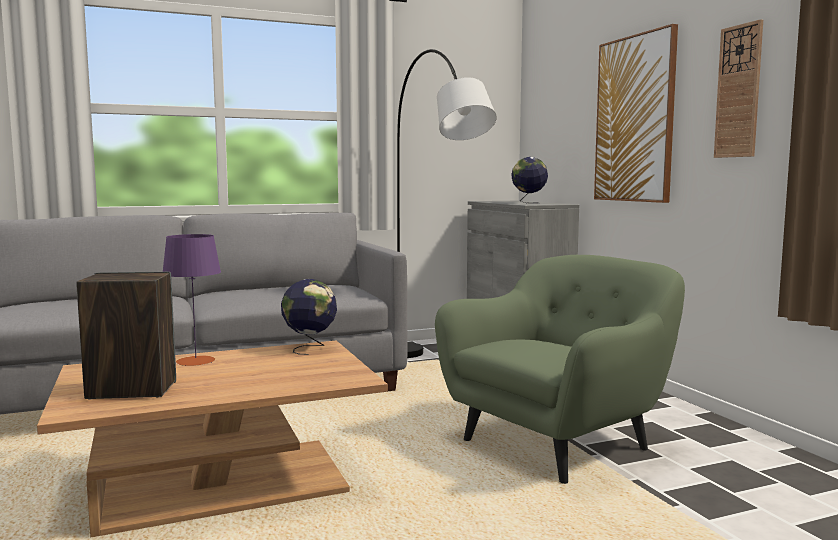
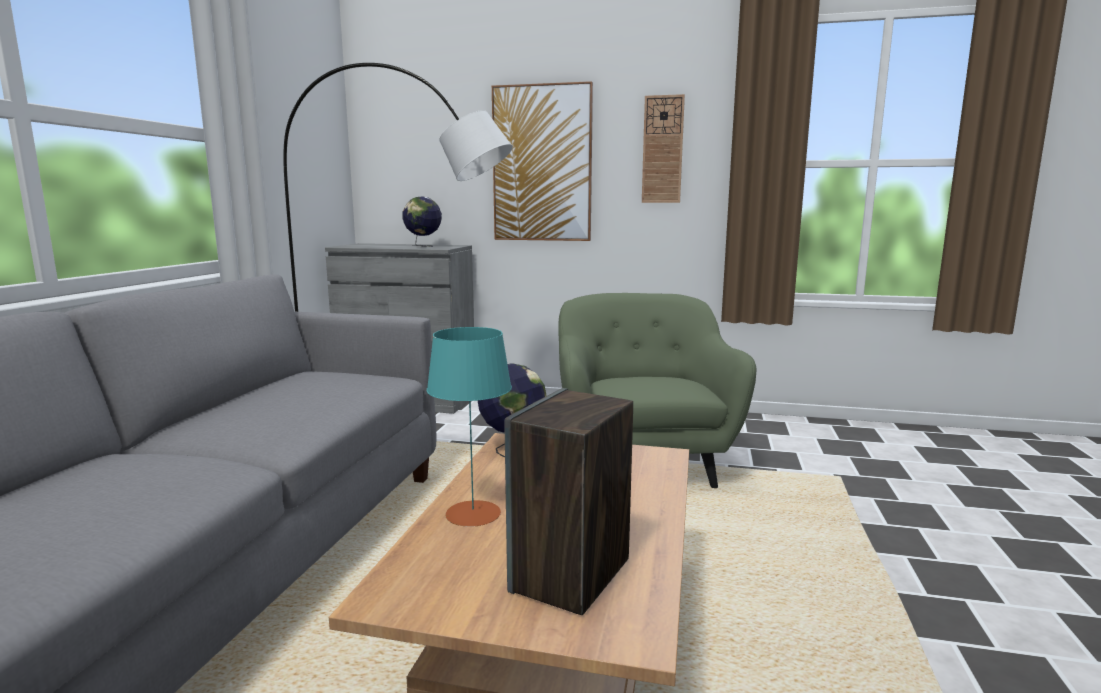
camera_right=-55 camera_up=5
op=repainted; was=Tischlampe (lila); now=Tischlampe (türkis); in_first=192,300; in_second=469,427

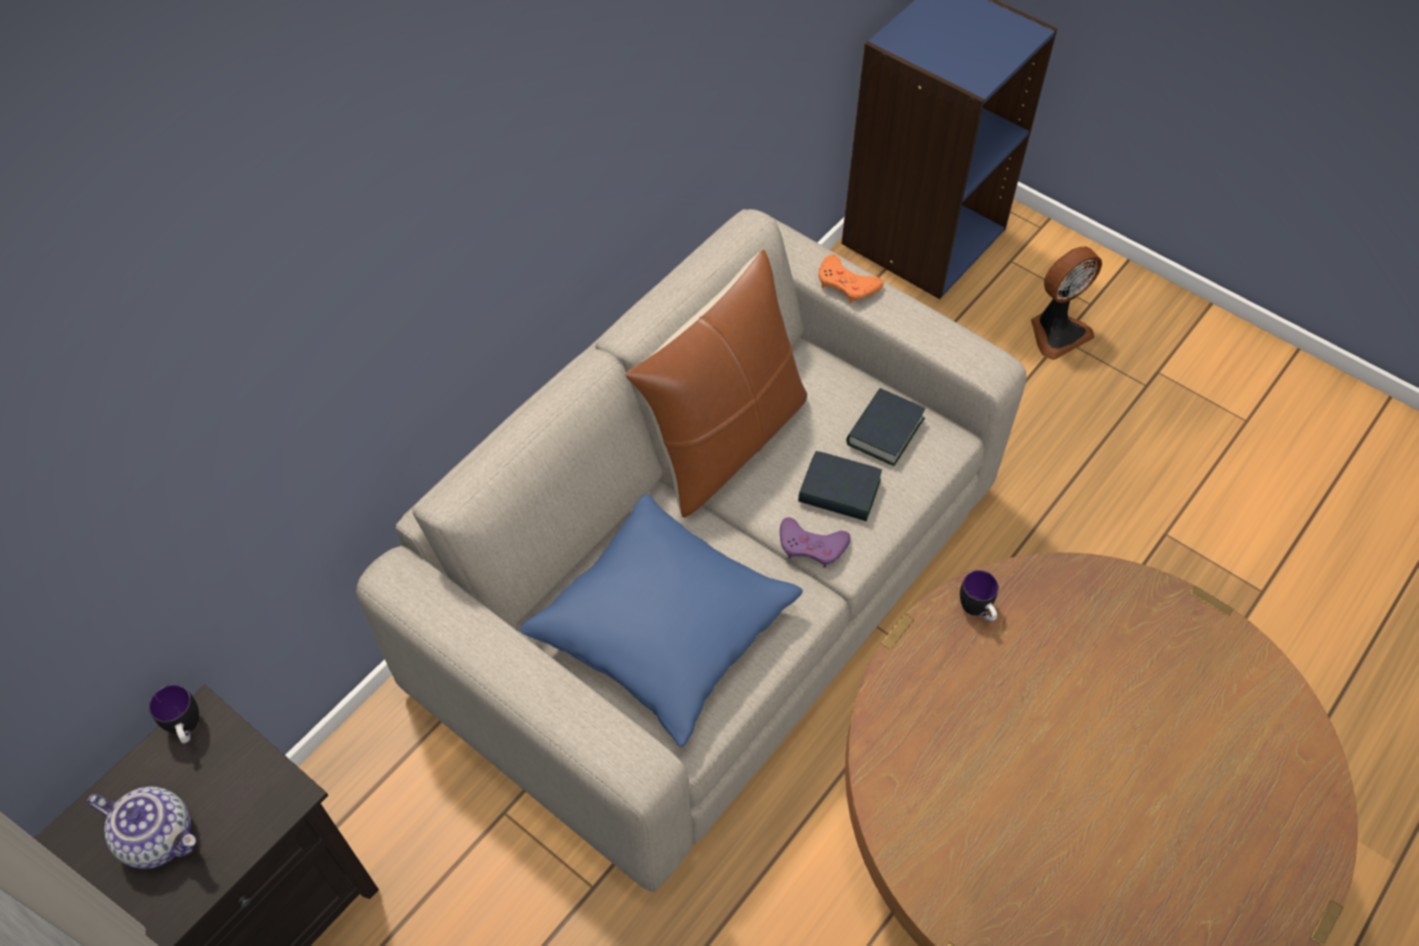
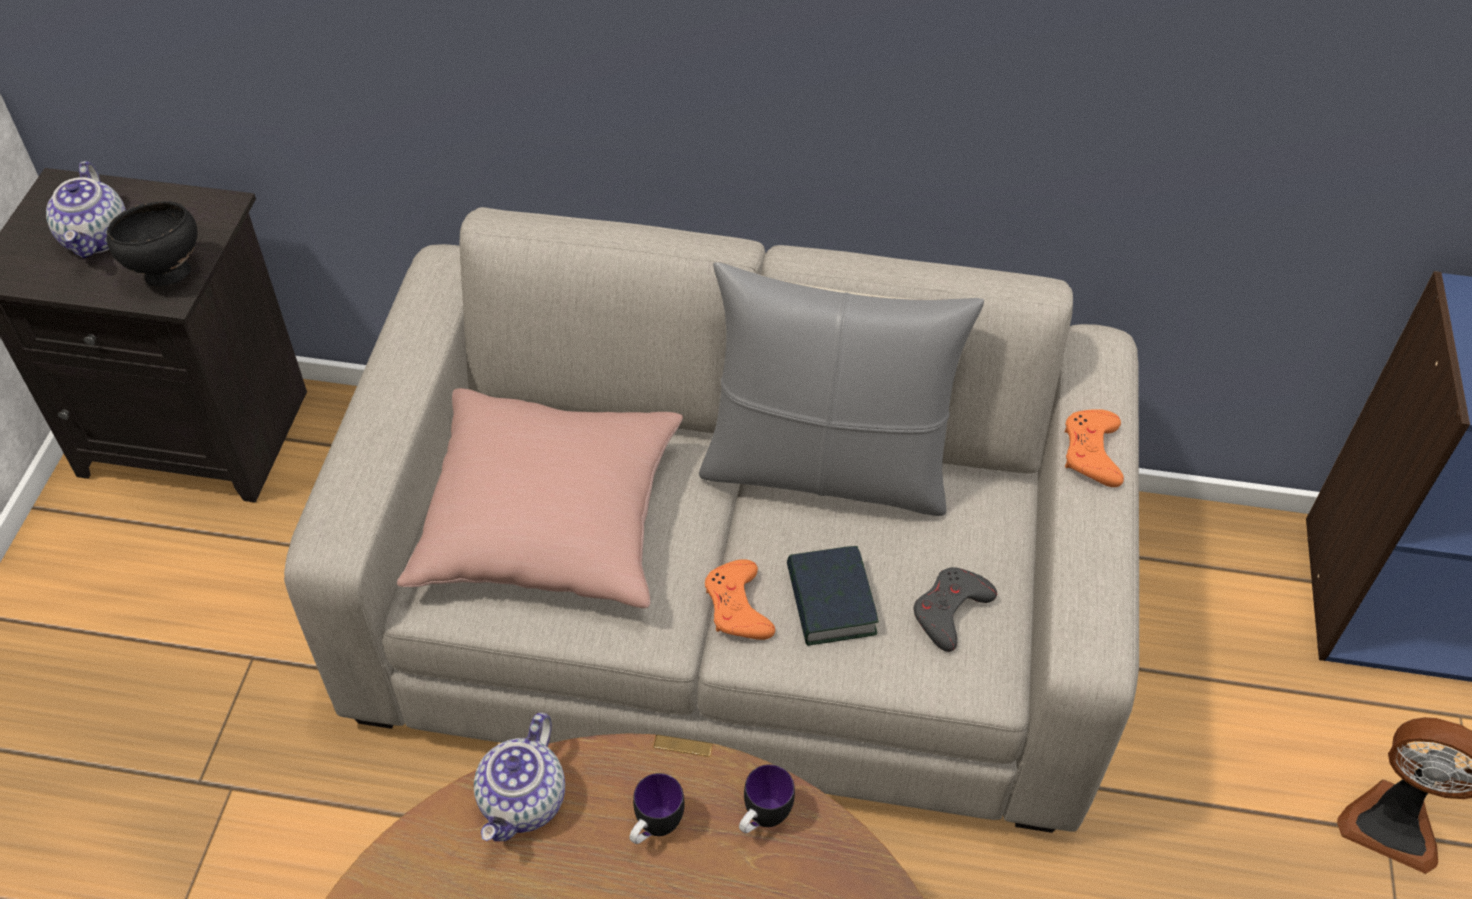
camera_right=60 camera_up=-5
op=repainted; was=Kissen (braun); now=Kissen (grau); in_first=716,383; in_second=841,389
op=swapped; was=Buch; now=Gamepad (grau); in_first=885,427; in_second=955,609
op=repainted; was=Kissen (blau); now=Kissen (rosa); in_first=661,620; in_second=540,498
op=repainted; was=Gamepad (lila); now=Gamepad (orange); in_first=815,542; in_second=740,600
op=shifted; was=Henkelbecher; in_first=174,714; in_second=657,808
op=new; now=Schüssel (schwarz); in_second=152,243
op=new; now=Teekanne; in_second=519,777

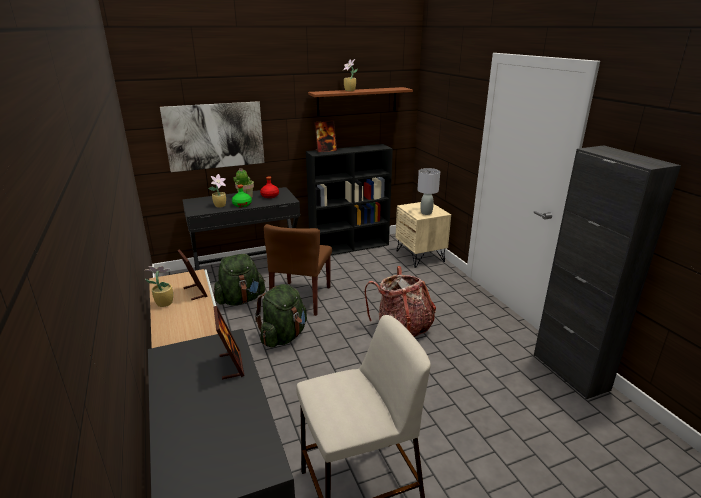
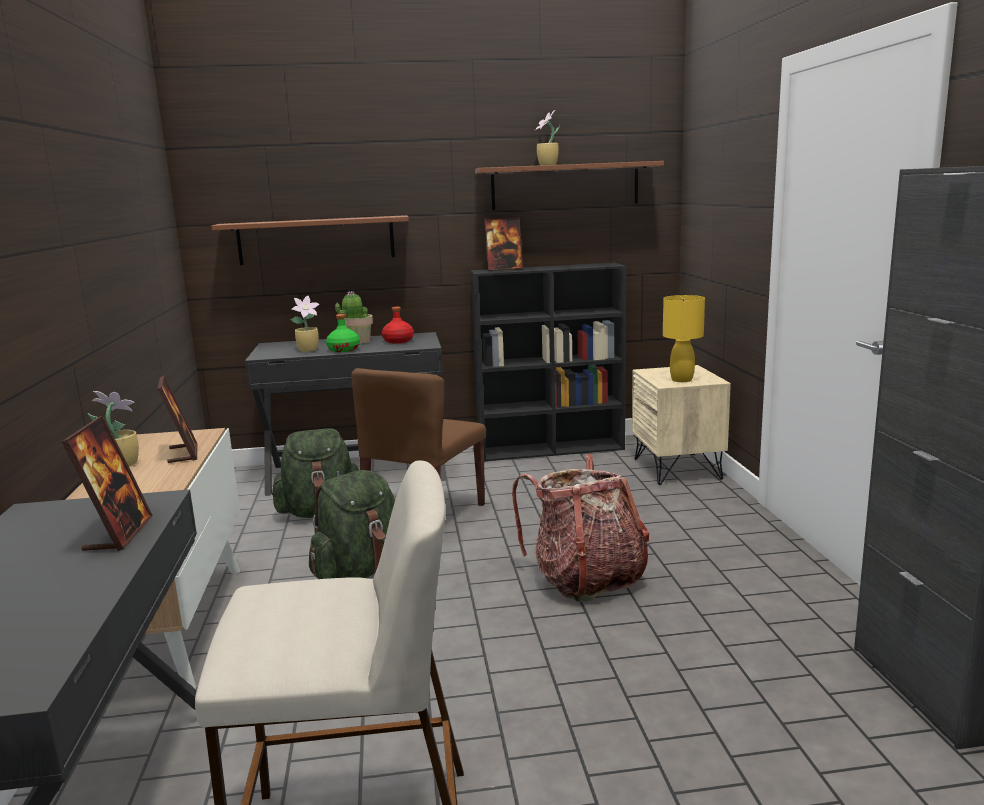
camera_right=15 camera_up=-10
op=swapped; was=Bild; now=Wandregal (braun); in_first=212,136; in_second=310,240
op=repainted; was=Tischlampe (grau); now=Tischlampe (gelb); in_first=428,191; in_second=684,338

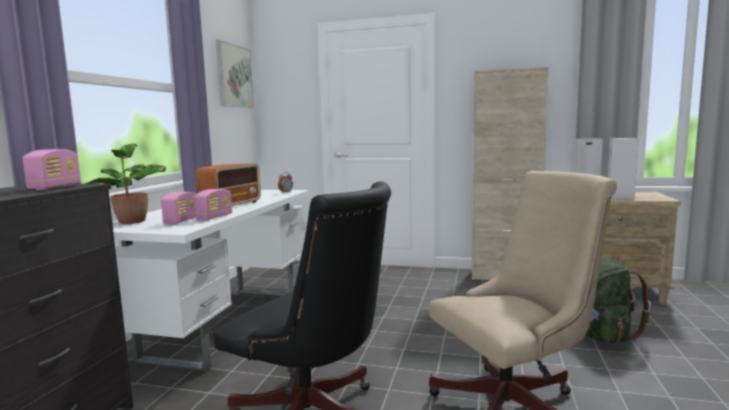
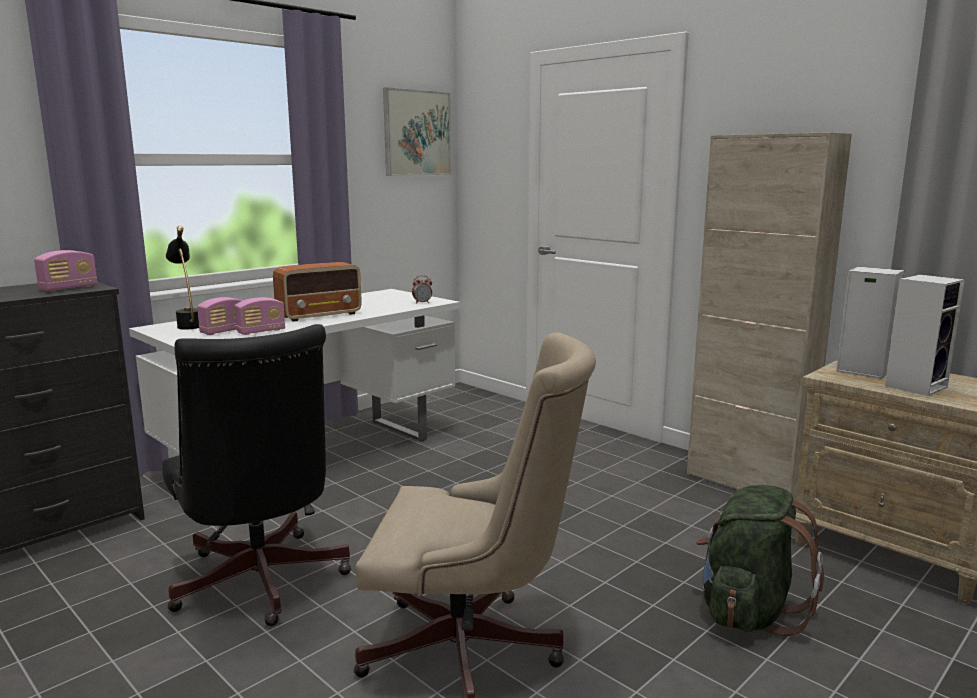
camera_right=30 camera_up=5
op=swapped; was=Topfpflanze; now=Tischlampe (schwarz); in_first=125,184; in_second=182,277

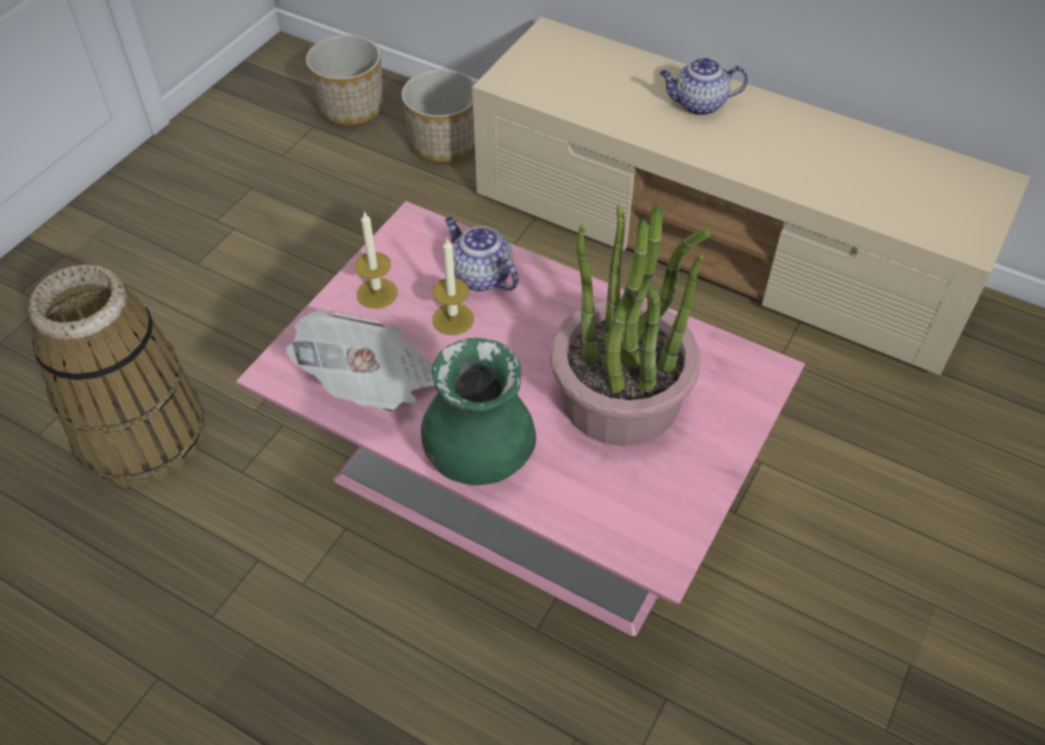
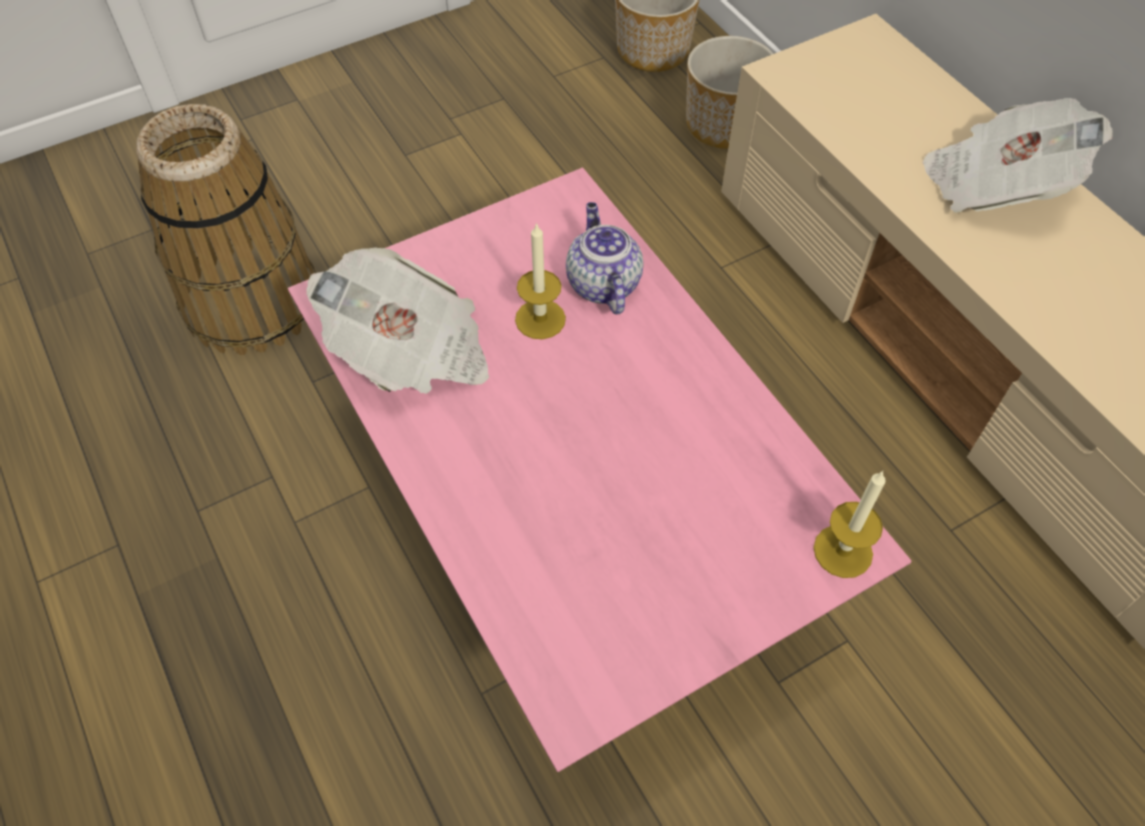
camera_right=30 camera_up=5
op=swapped; was=Teekanne; now=Zeitung; in_first=704,86; in_second=1017,155
op=gone; was=Topfpflanze; in_first=630,325
op=shifted; was=Kerze; in_first=376,260; in_second=849,524
op=gone; was=Vase (grün); in_first=478,411

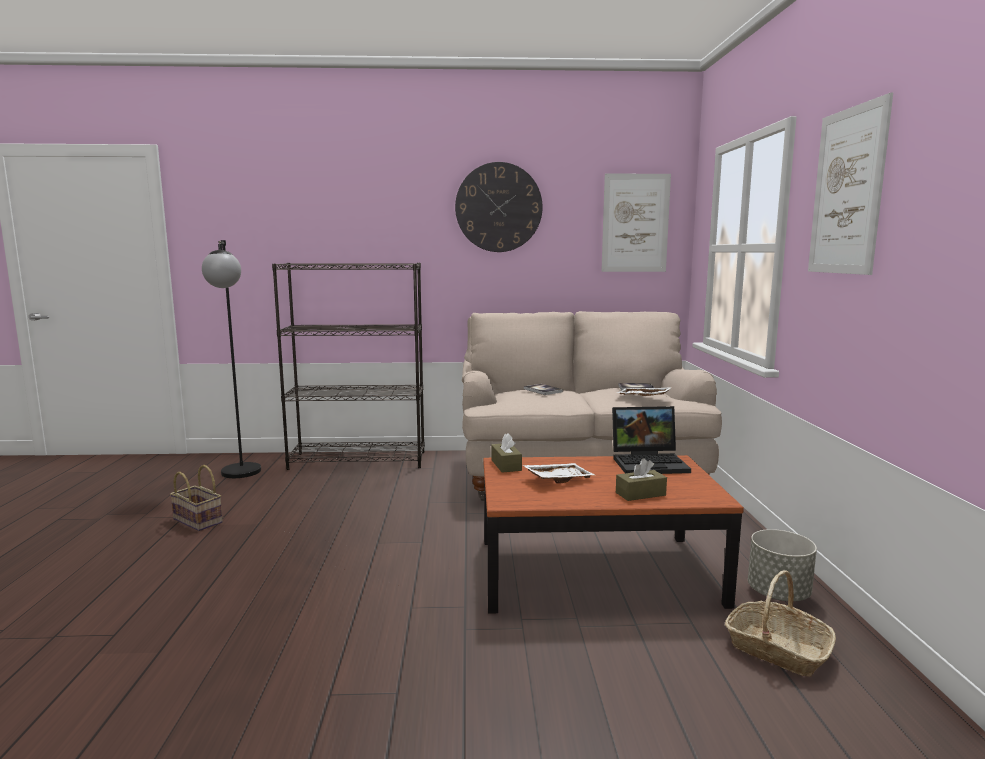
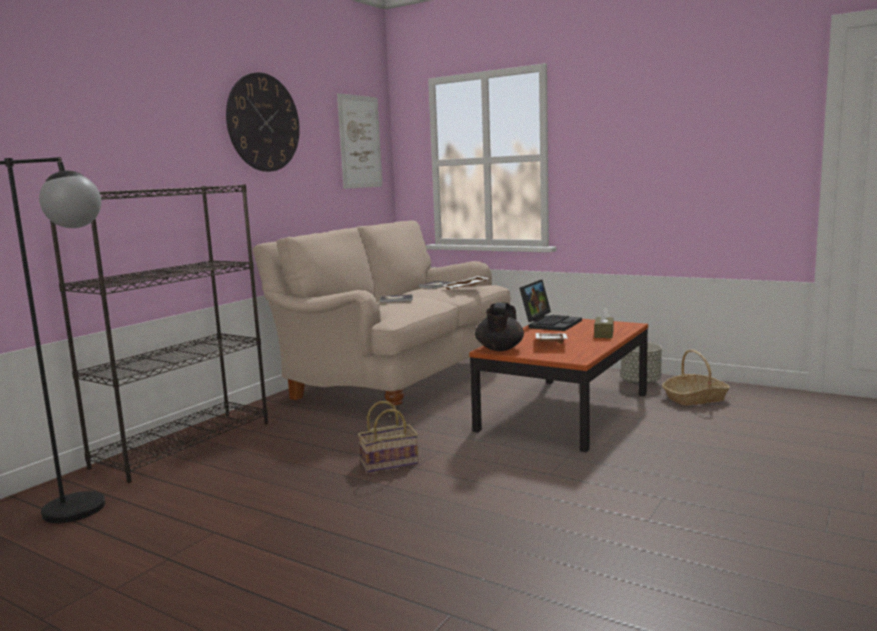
camera_right=-55 camera_up=0
op=gone; was=Bild; in_first=850,184
op=swapped; was=Taschentuchbox (braun); now=Teekanne (schwarz); in_first=506,453; in_second=499,326
op=shifted; was=Korb; in_first=196,498; in_second=388,437

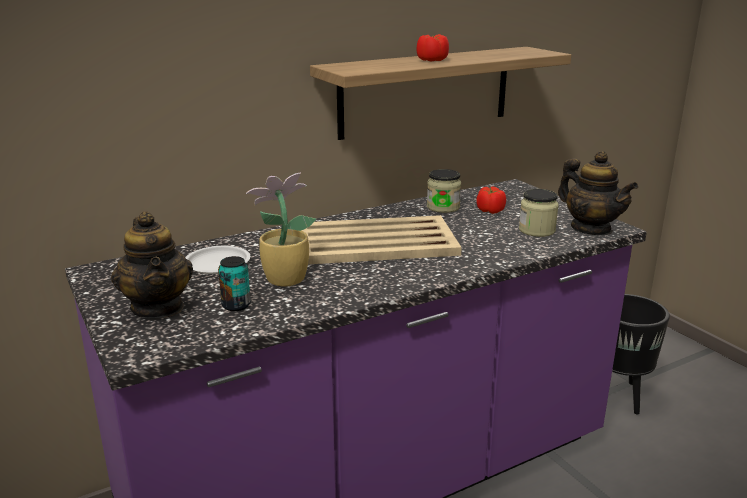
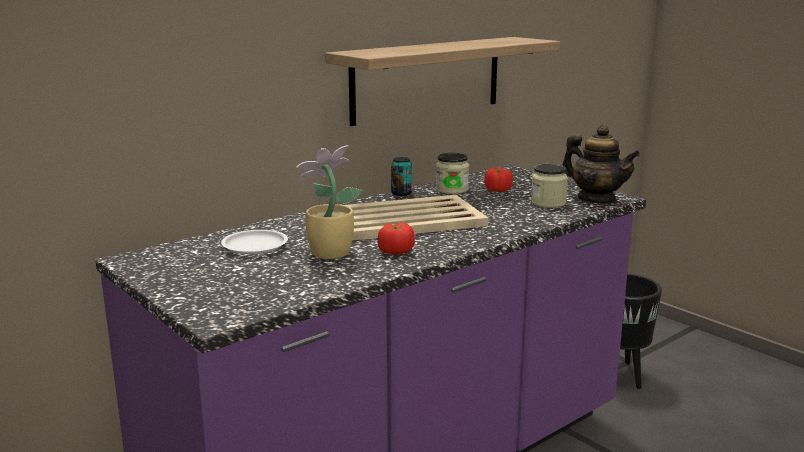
camera_right=-10 camera_up=-5
op=shifted; was=Tomate; in_first=433,48; in_second=396,238
op=gone; was=Teekanne; in_first=152,265
op=shifted; was=Dose; in_first=234,283; in_second=401,176

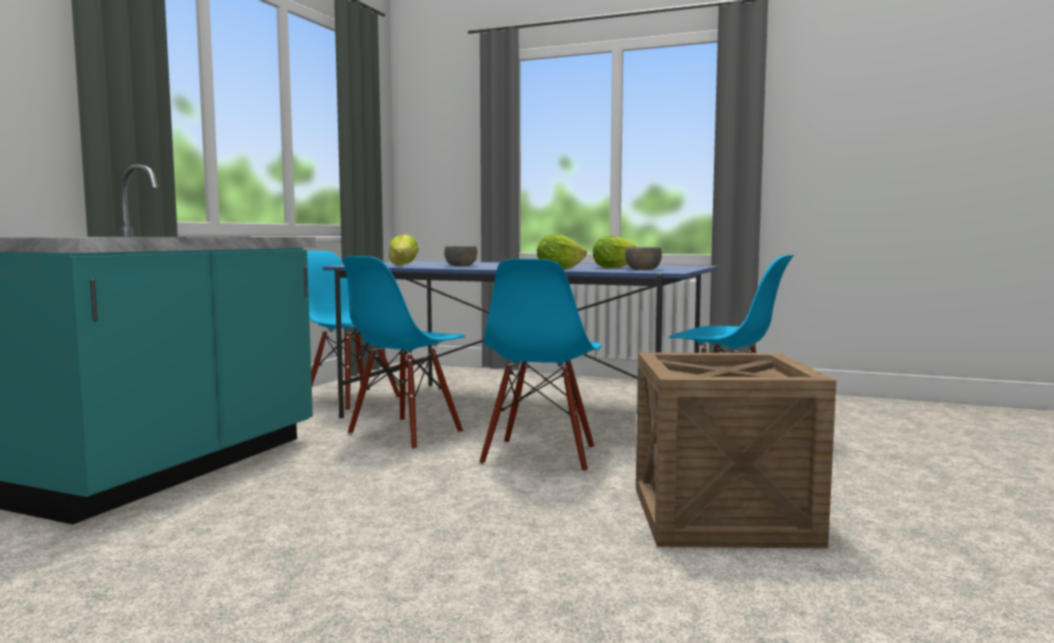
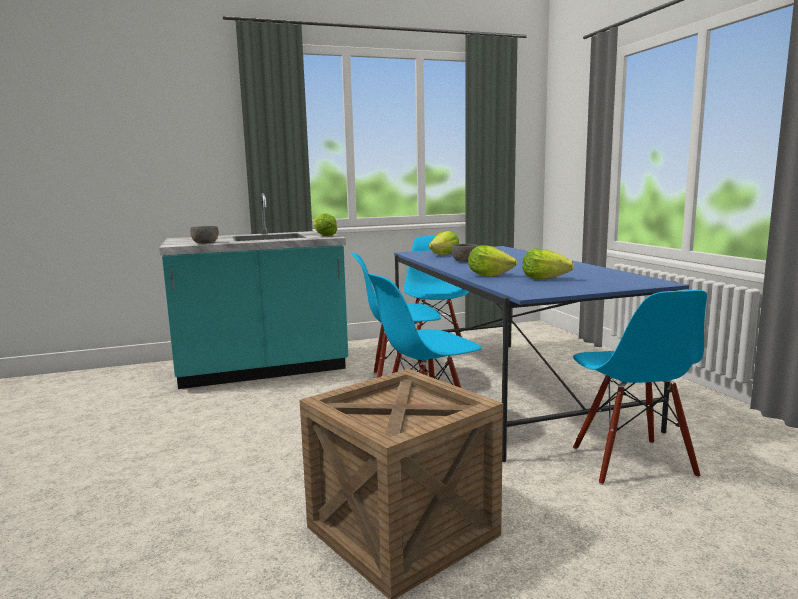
camera_right=50 camera_up=5
op=shifted; was=Schüssel (grau); in_first=643,258; in_second=204,235
op=new; now=Salatkopf; in_second=325,224

